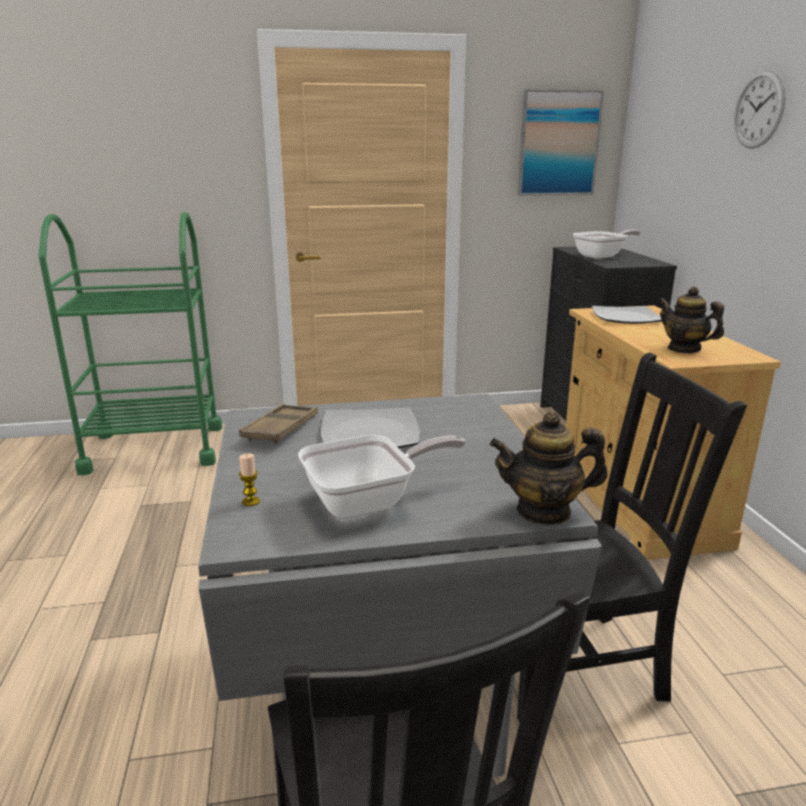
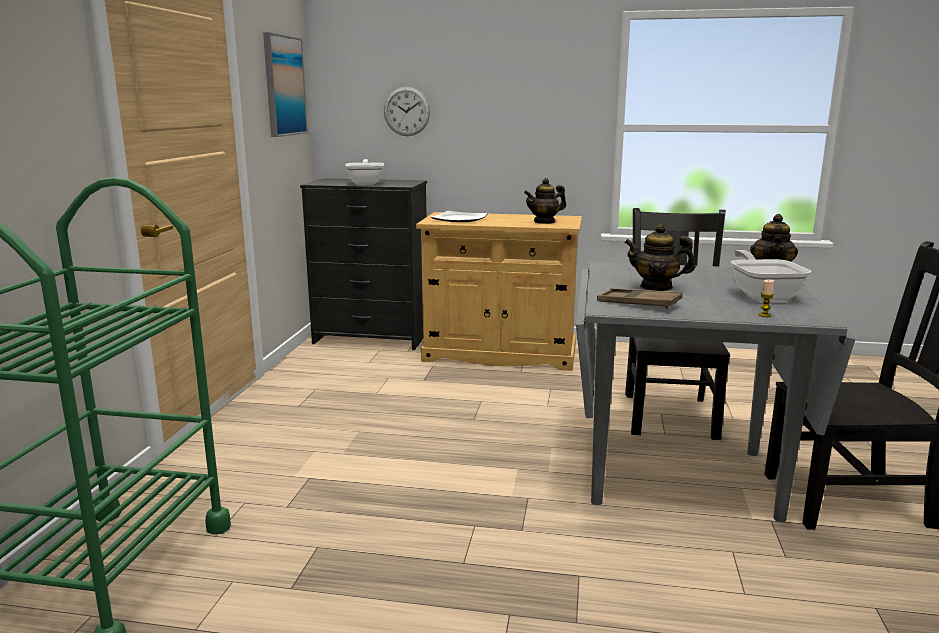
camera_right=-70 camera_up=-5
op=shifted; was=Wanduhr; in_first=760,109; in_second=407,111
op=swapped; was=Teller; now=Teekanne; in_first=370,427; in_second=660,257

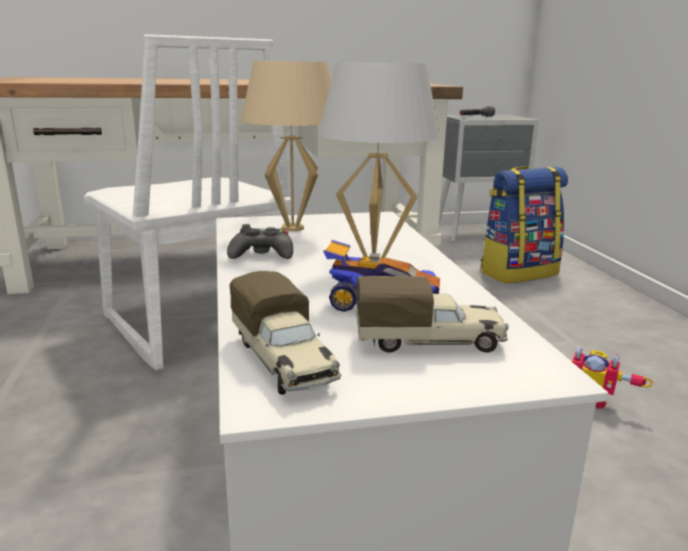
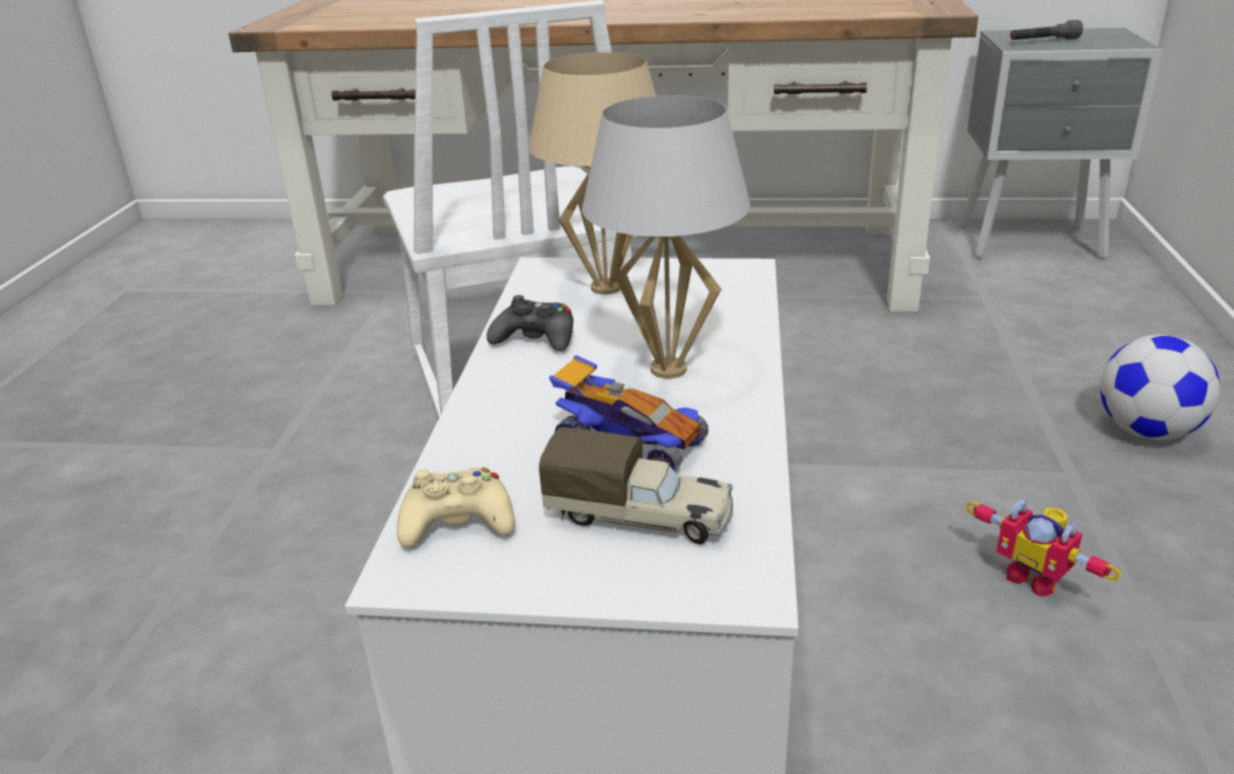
camera_right=20 camera_up=10
op=gone; was=Rucksack; in_first=524,224
op=swapped; was=Spielzeuglaster; now=Gamepad (beige); in_first=285,333; in_second=456,507
op=new; now=Fußball; in_second=1160,387

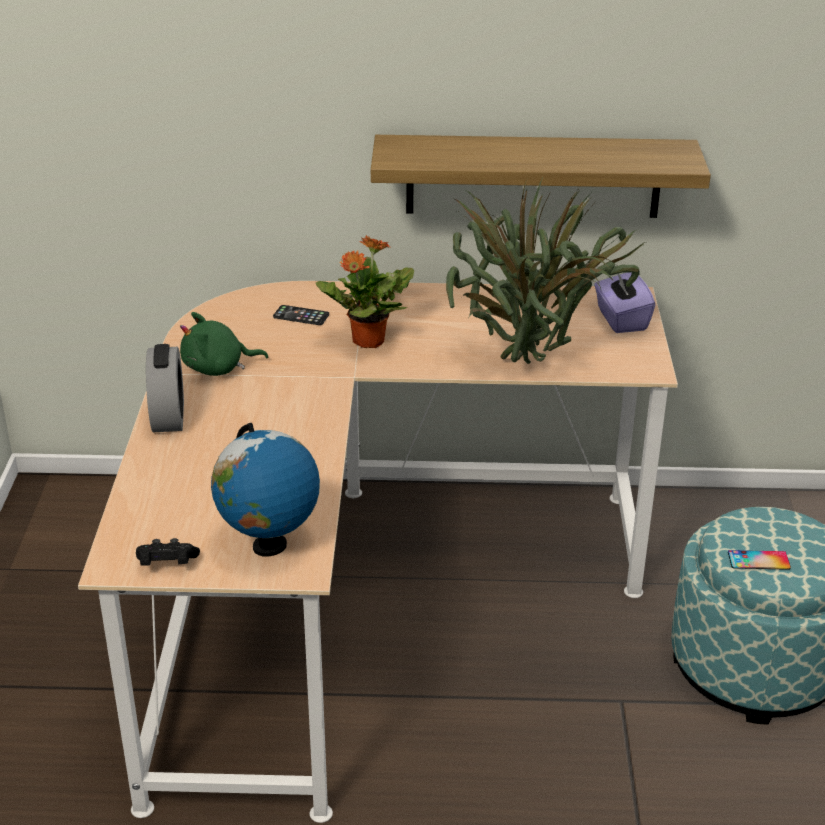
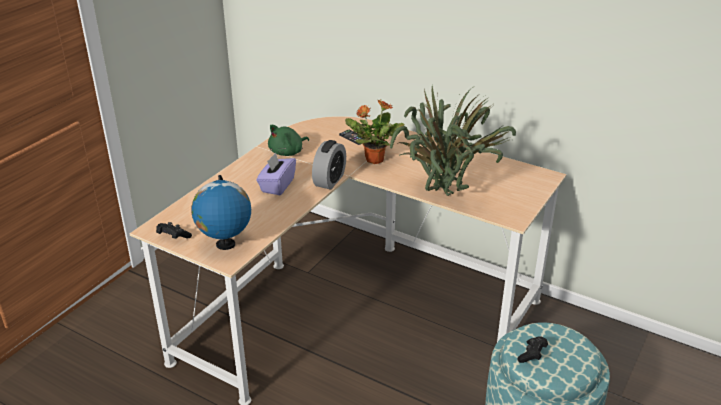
camera_right=30 camera_up=0
op=gone; was=Wandregal; in_first=541,176
op=shifted; was=Taschentuchbox (lila); in_first=624,303; in_second=276,173
op=rotated; was=Plüschtier (grün); in_first=224,344; in_second=288,140; clockwise=-60
op=shifted; was=Wecker; in_first=165,388; in_second=329,165
op=swapped; was=Handy; now=Gamepad (schwarz); in_first=759,560; in_second=532,349

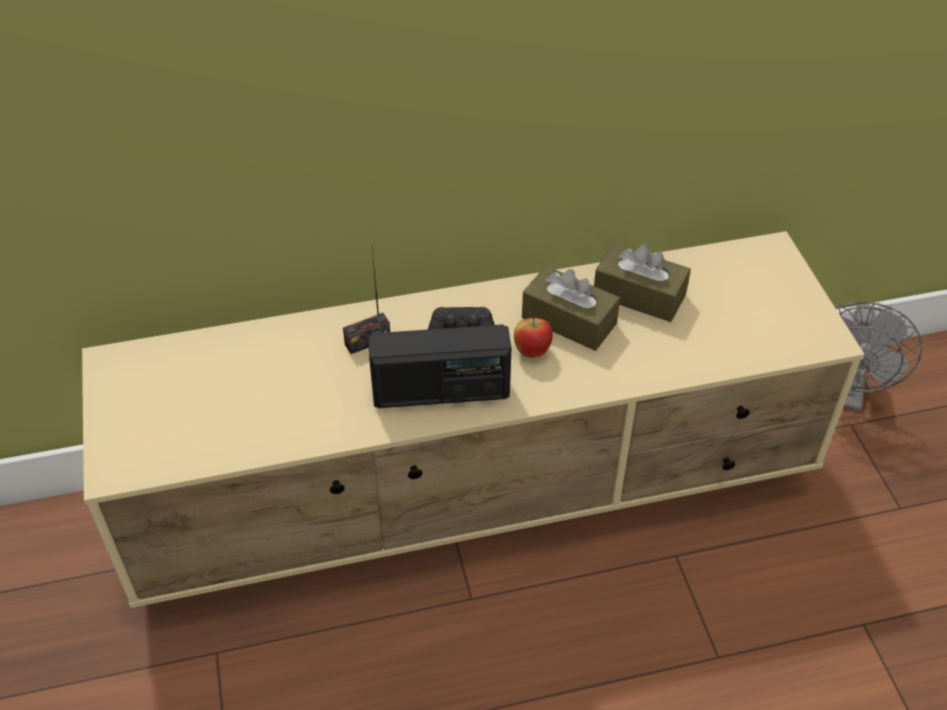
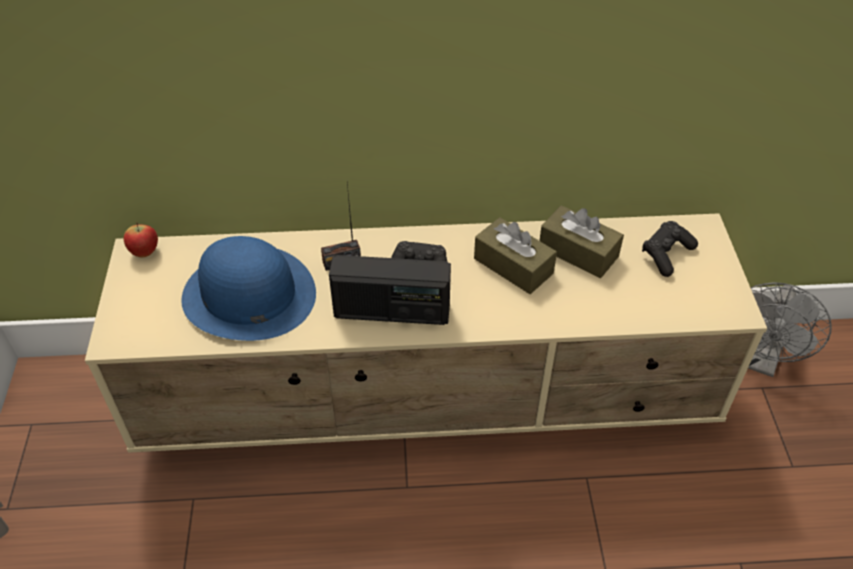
camera_right=10 camera_up=0
op=shifted; was=Apfel; in_first=533,337; in_second=141,239
op=new; now=Gamepad (schwarz); in_second=670,249
op=new; now=Hut (blau); in_second=249,288

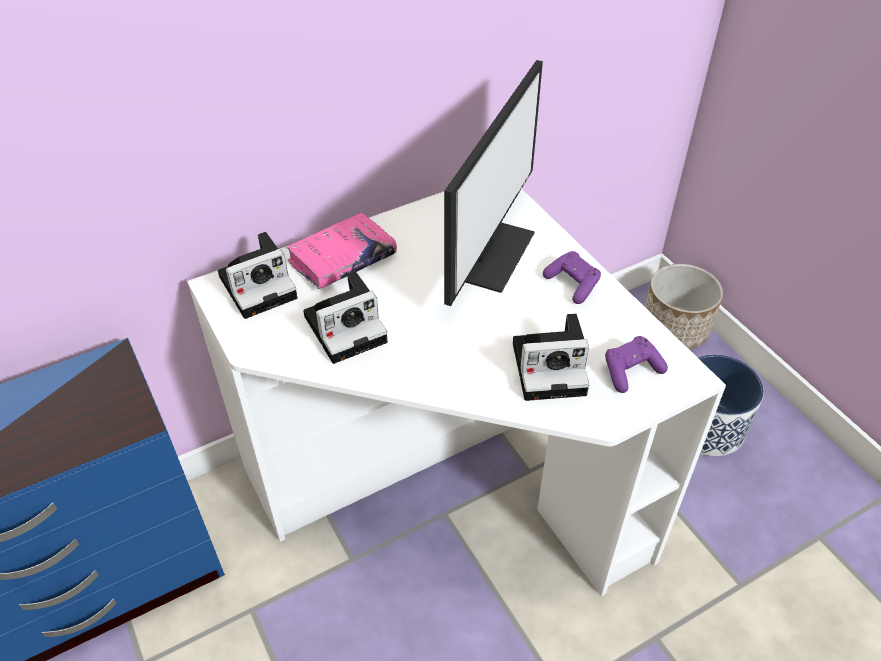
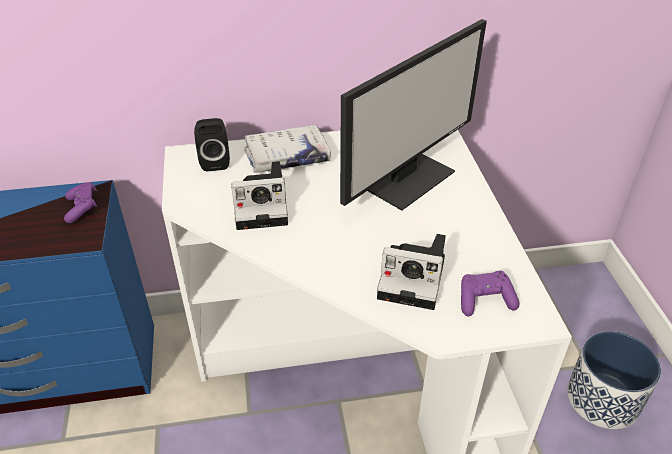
camera_right=20 camera_up=-5
op=repainted; was=Buch (rosa); now=Buch (weiß); in_first=341,251; in_second=287,149
op=swapped; was=Kamera; now=Lautsprecher (schwarz); in_first=257,275; in_second=212,145
op=shifted; was=Gamepad (lila); in_first=572,277; in_second=80,202
op=gone; was=Pflanzkübel; in_first=684,306

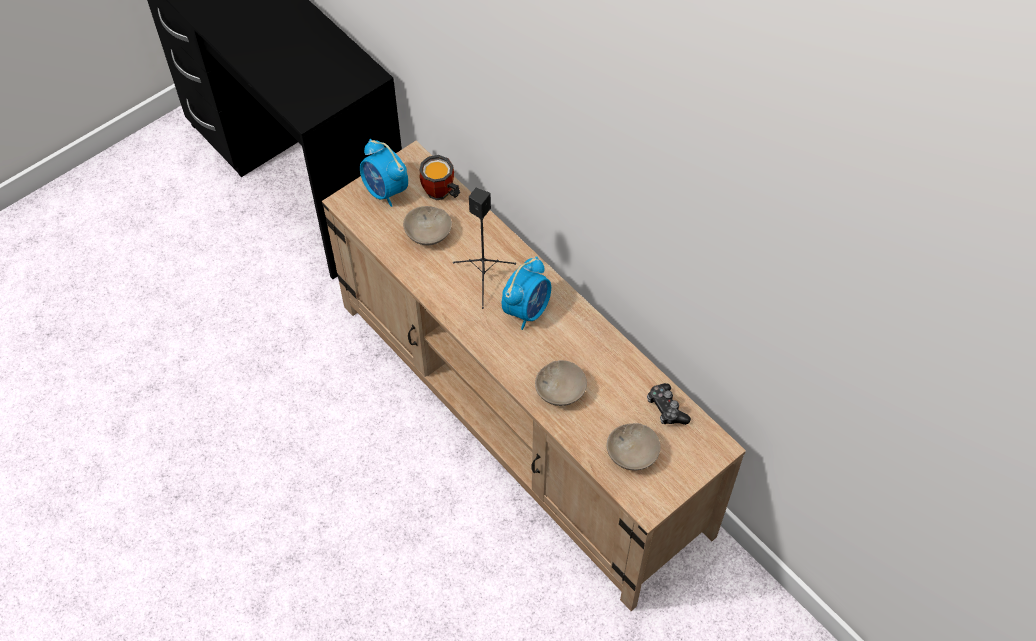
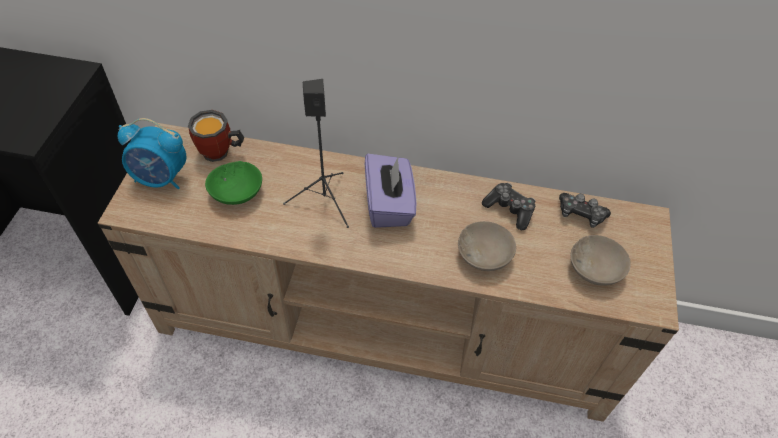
camera_right=-40 camera_up=-5
op=repainted; was=Schüssel (beige); now=Schüssel (grün); in_first=427,225; in_second=233,183
op=swapped; was=Wecker; now=Taschentuchbox (lila); in_first=526,293; in_second=390,191
op=new; now=Gamepad; in_second=509,206

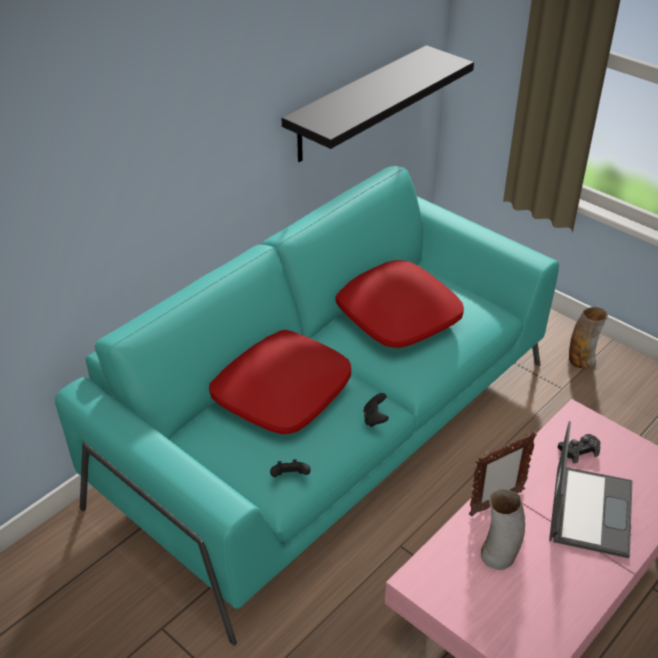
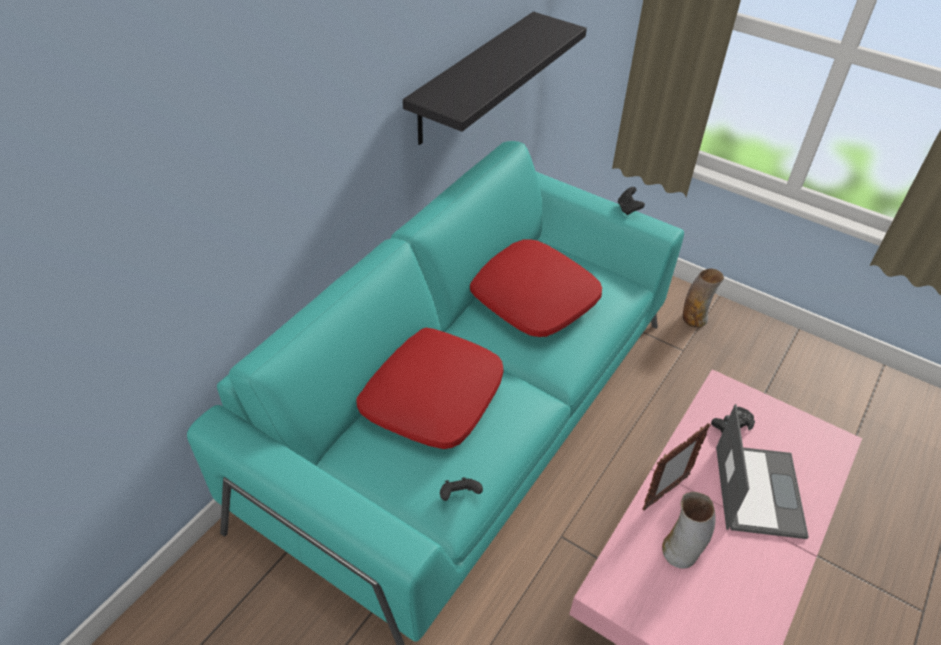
camera_right=-10 camera_up=5
op=shifted; was=Gamepad (schwarz); in_first=376,410; in_second=631,201

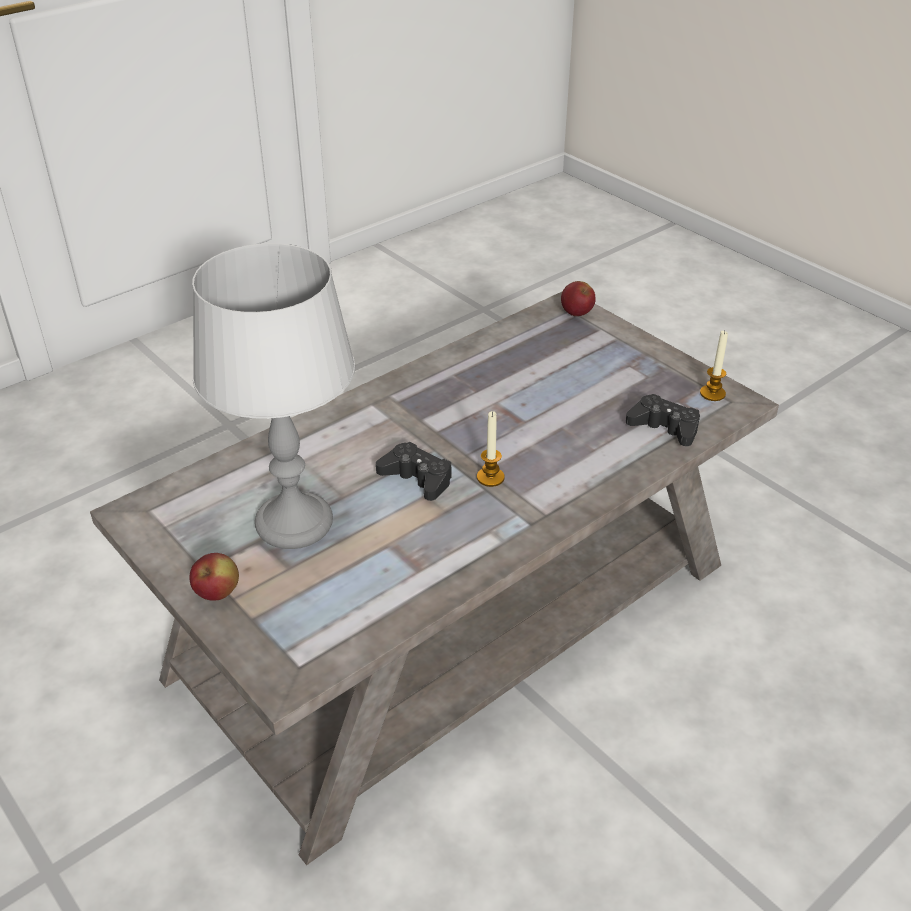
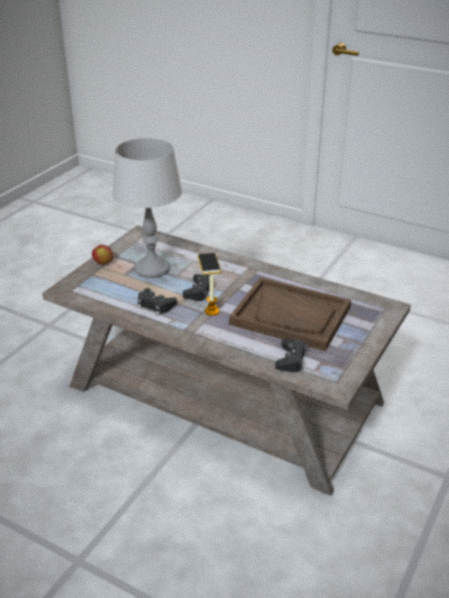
camera_right=70 camera_up=-5
op=gone; was=Apfel; in_first=578,298
op=gone; was=Kerze; in_first=714,366
op=new; now=Handy; in_second=209,264
op=new; now=Tablett (braun); in_second=290,314
op=new; now=Gamepad (schwarz); in_second=157,301

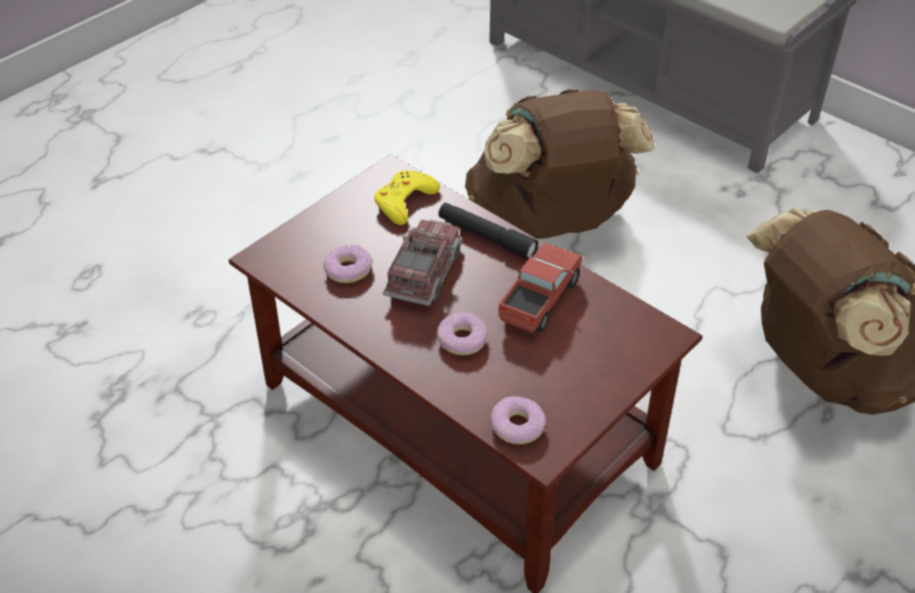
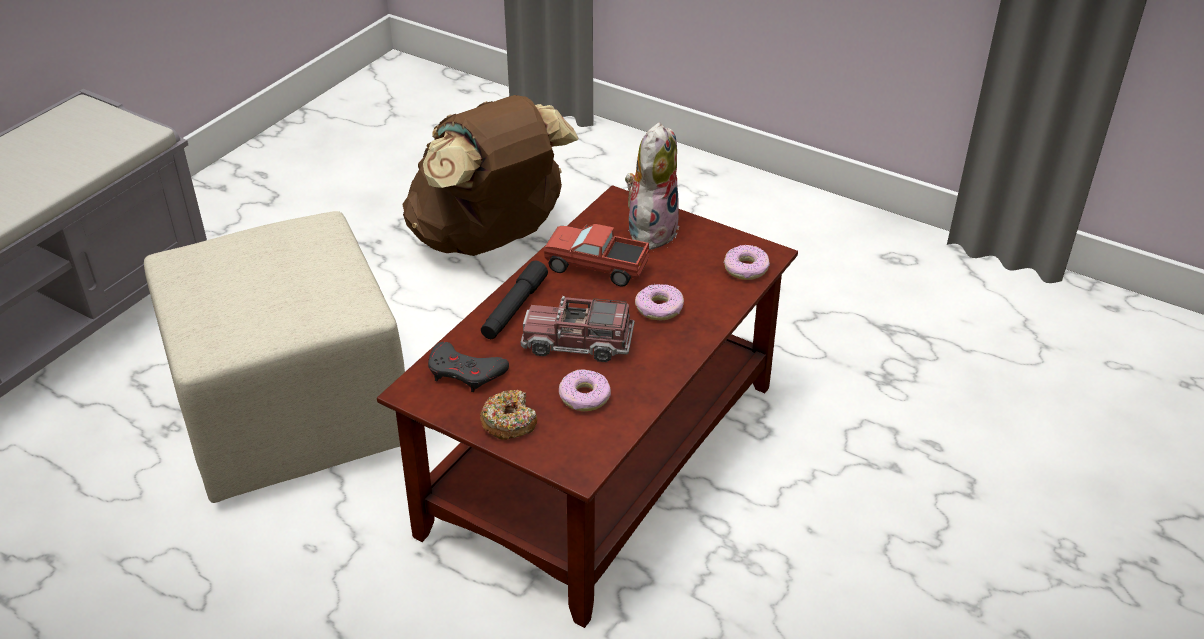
camera_right=-100 camera_up=-5
op=swapped; was=Rucksack (braun); now=Polsterhocker (beige); in_first=560,164; in_second=274,357
op=repainted; was=Gamepad (gelb); now=Gamepad (grau); in_first=407,197; in_second=468,367
op=new; now=Plüschtier; in_second=652,186
op=new; now=Donut; in_second=508,415

